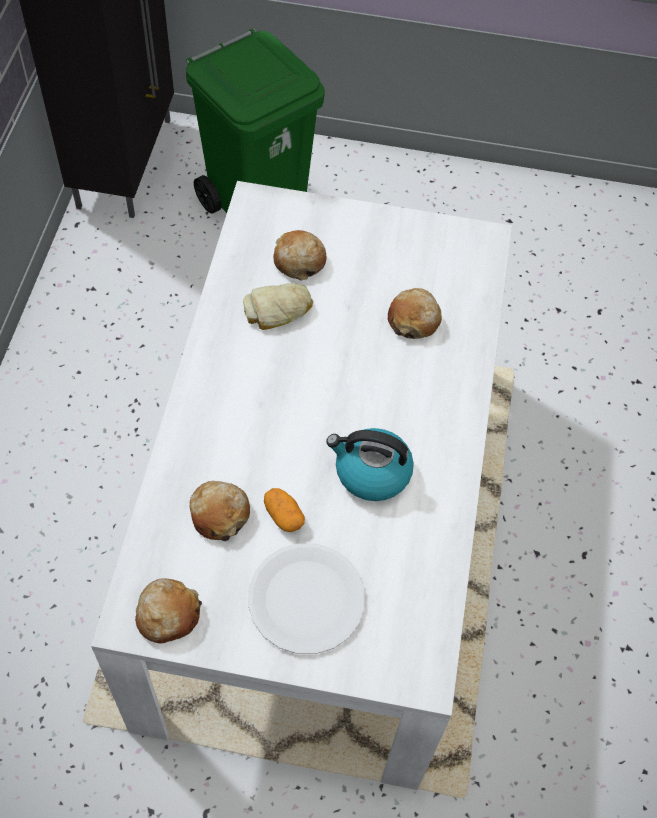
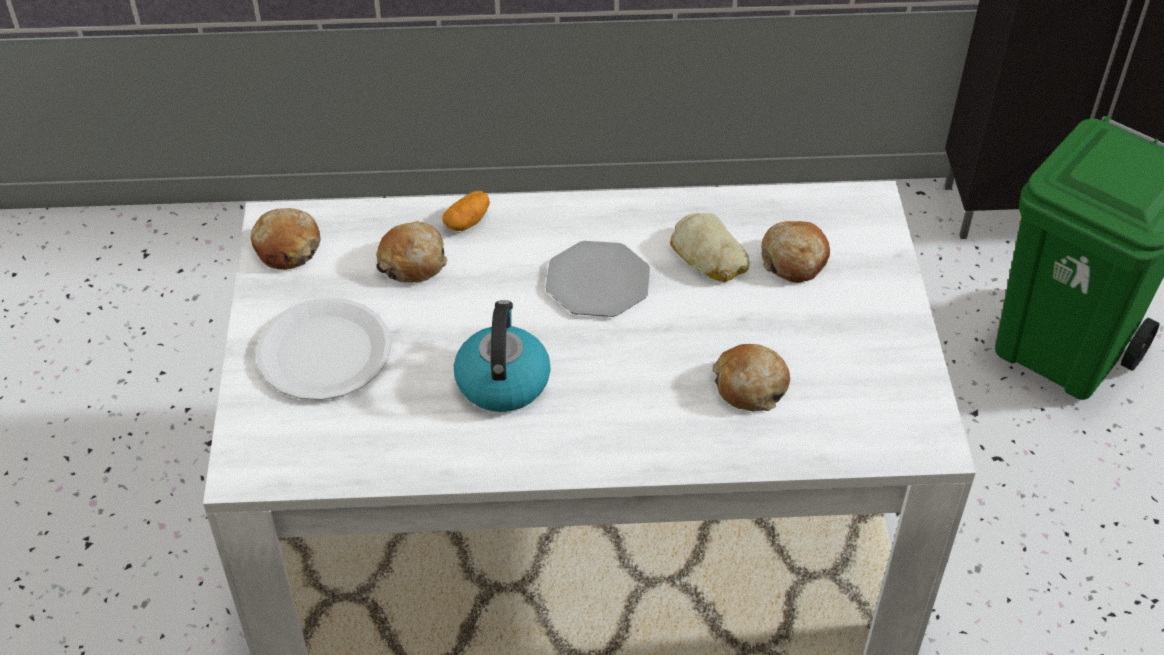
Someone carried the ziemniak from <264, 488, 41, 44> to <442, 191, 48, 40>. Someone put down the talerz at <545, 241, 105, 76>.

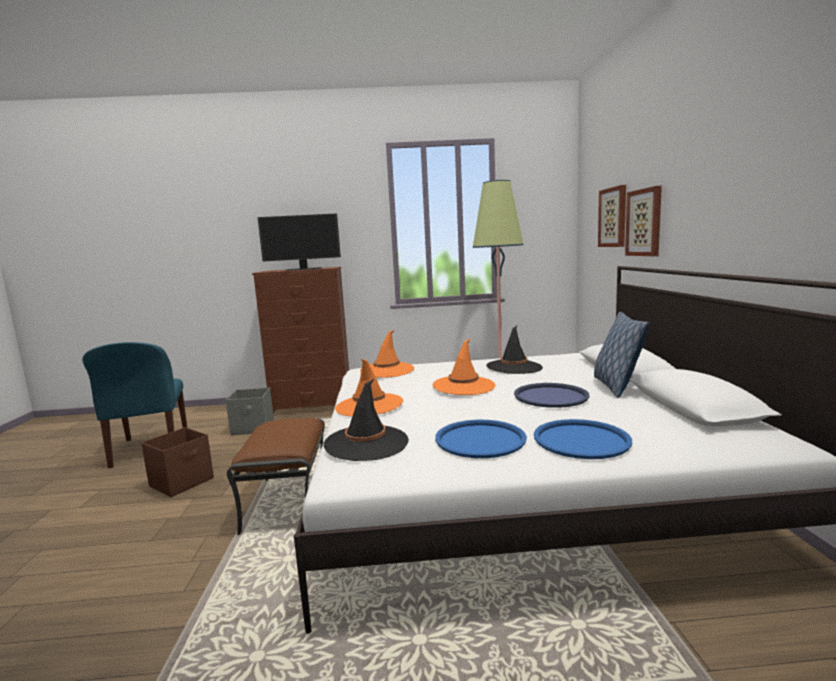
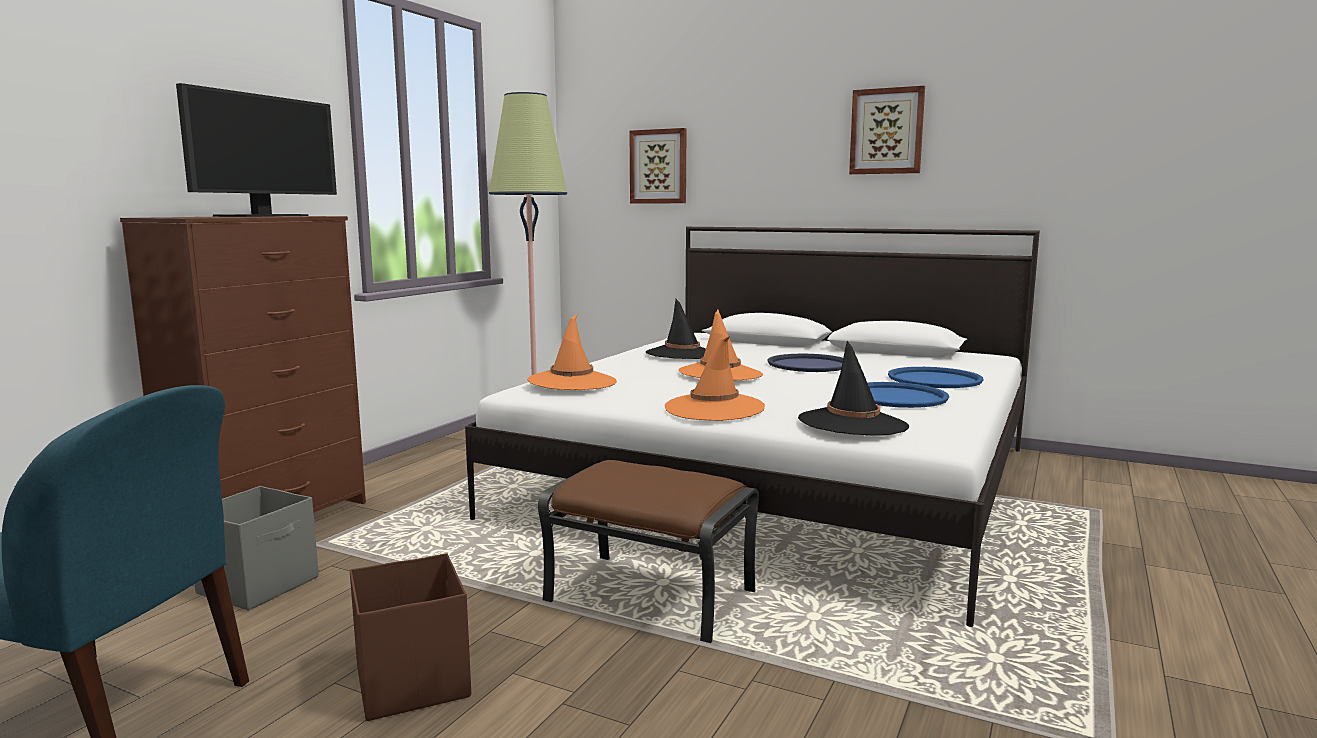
Someone carried the obraz from <625, 186, 37, 70> to <849, 86, 76, 88>. Someone took away the poduszka at <594, 312, 56, 86>.

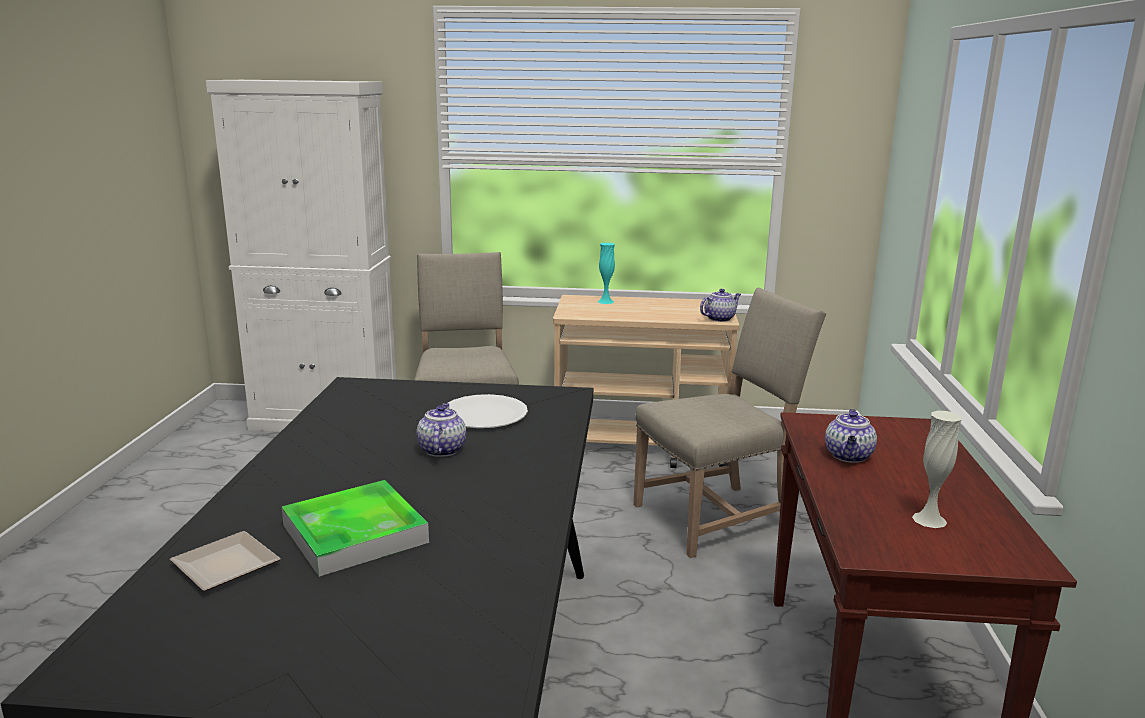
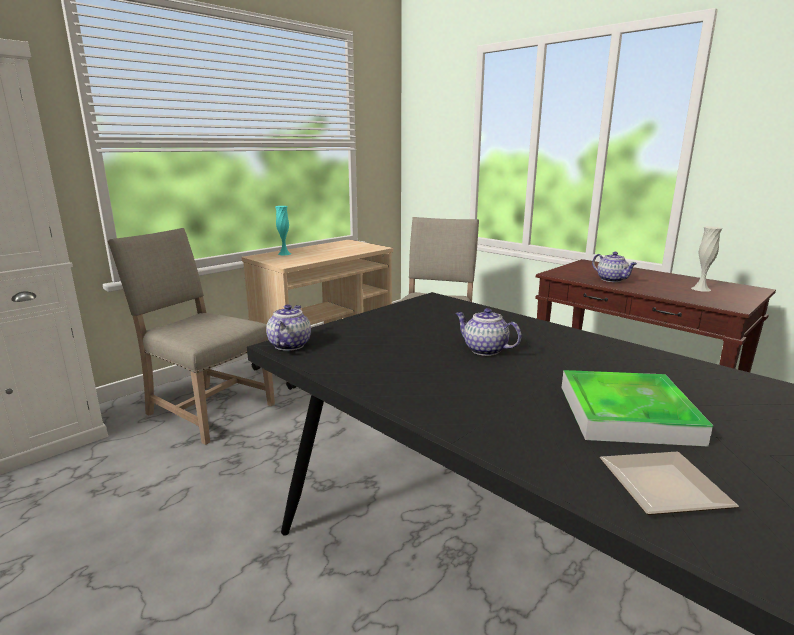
Someone carried the imbryk from <700, 289, 41, 33> to <266, 305, 45, 46>. Someone took away the talerz [biały] at <448, 394, 80, 34>.

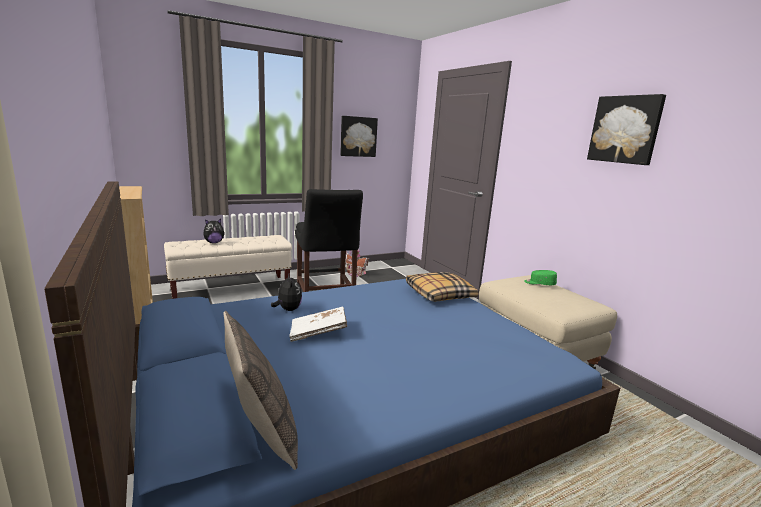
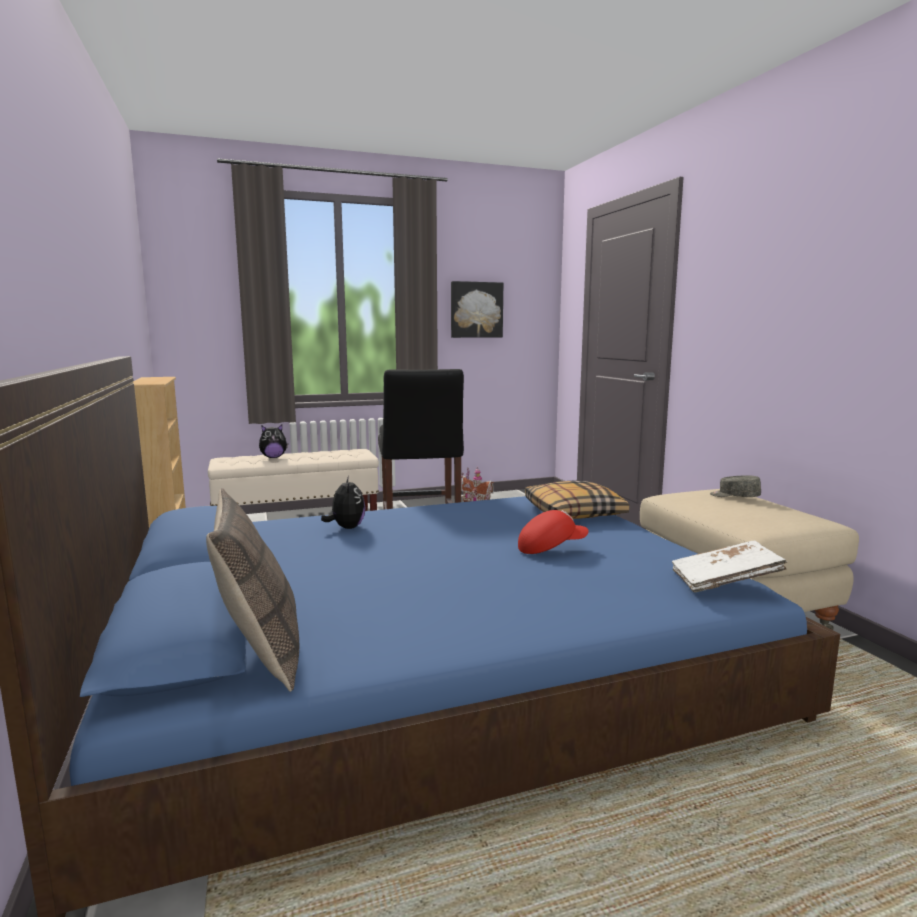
Someone took away the obraz at <587, 94, 79, 71>. Someone repainted the czapka z daszkiem [zielony] at <524, 270, 33, 15>, which became the czapka z daszkiem [szary] at <710, 475, 51, 22>. Someone carried the książka [biały] from <289, 307, 58, 35> to <672, 541, 115, 52>. Someone put down the czapka z daszkiem [czerwony] at <518, 510, 71, 44>.

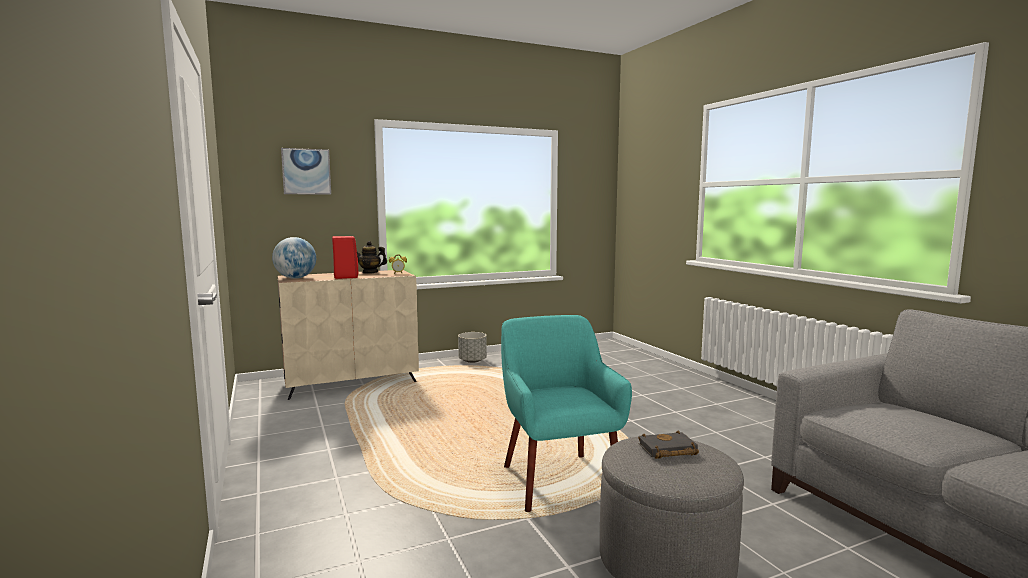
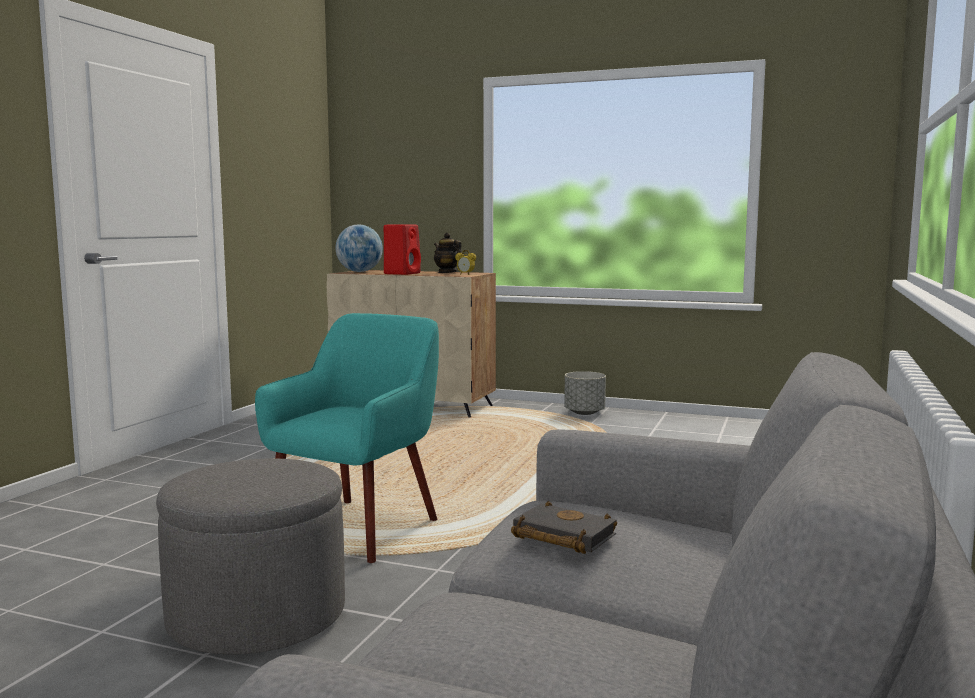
Someone took away the obraz at <281, 148, 50, 47>. Someone carried the książka [czarny] from <638, 430, 61, 29> to <511, 501, 106, 53>.

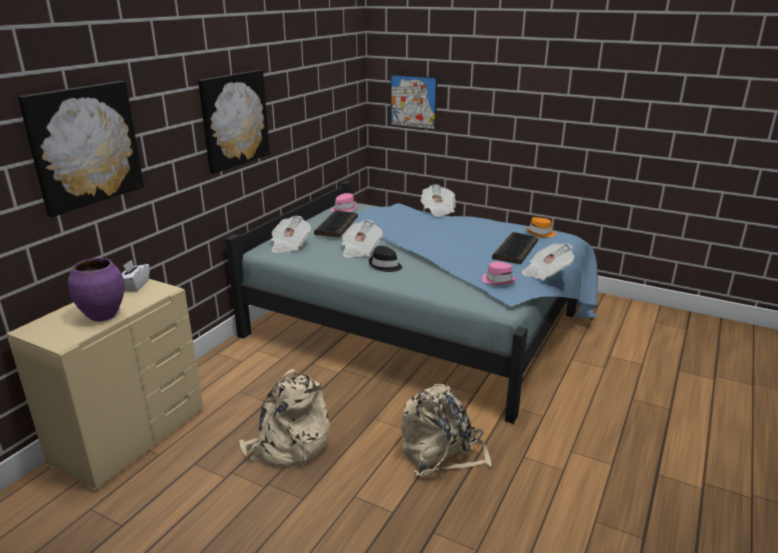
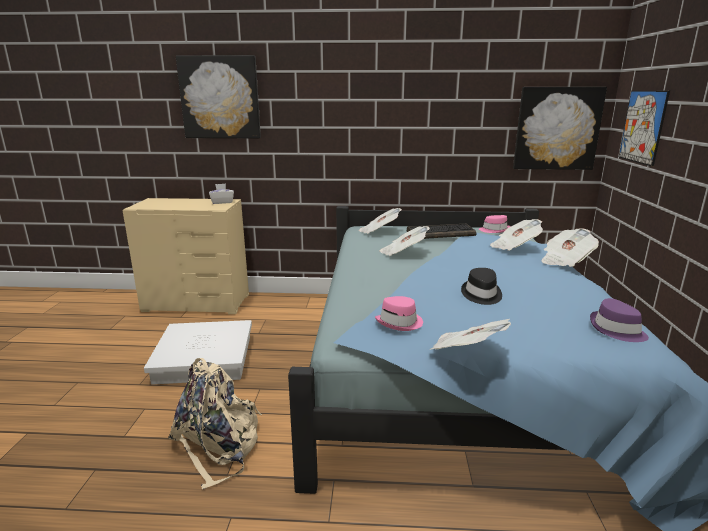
Someone carried the obraz from <198, 70, 72, 104> to <513, 87, 94, 83>. Someone repainted the kapelusz [pomarańczowy] at <526, 217, 30, 20>, which became the kapelusz [fioletowy] at <590, 298, 59, 44>. Someone took away the klawiatura at <492, 232, 46, 32>. Someone carried the kapelusz [czarny] from <369, 246, 33, 26> to <461, 268, 41, 37>. Someone took away the wazon [fioletowy] at <68, 258, 56, 64>. Someone swapped the plecak [beżowy] at <239, 369, 91, 99> for the pojemnik do przechowywania [biały] at <144, 320, 108, 65>. Someone put down the gazeta at <490, 219, 53, 31>.

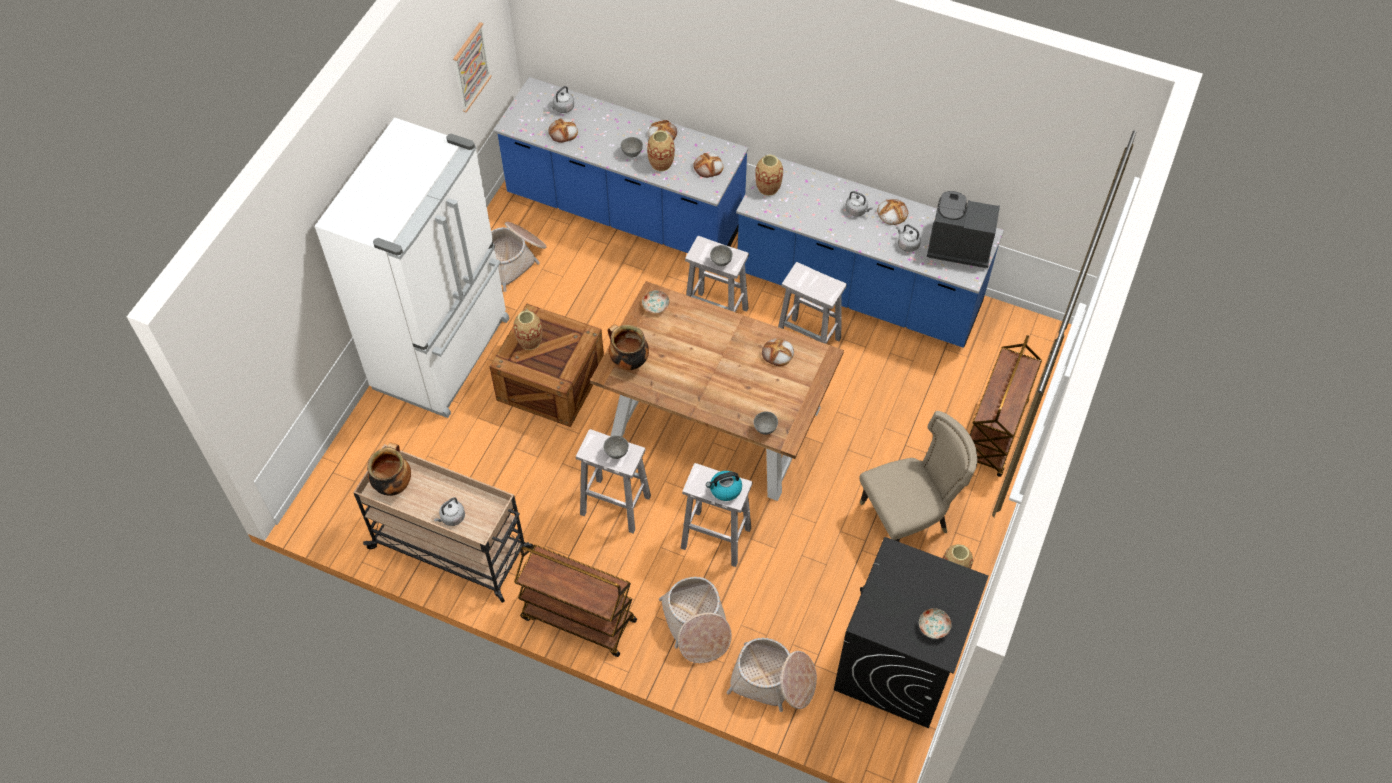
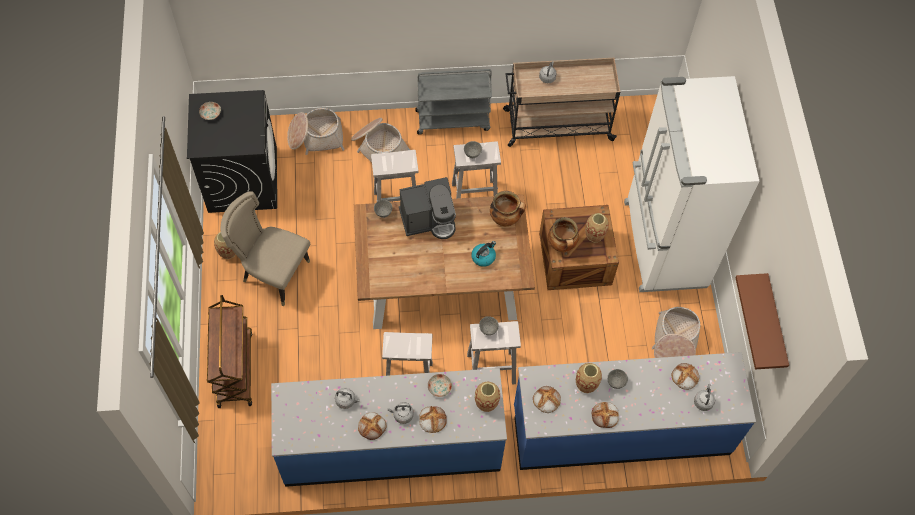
Someone swapped the obraz at <453, 22, 39, 91> for the półka [brązowy] at <735, 273, 54, 97>. Someone carried the ekspres do kawy from <927, 191, 73, 77> to <399, 177, 57, 62>. Someone carried the talerz from <642, 290, 27, 23> to <428, 374, 24, 23>. Someone carried the chleb from <762, 338, 32, 28> to <419, 406, 28, 27>. Someone rotated the krzesło [beżowy] at <859, 411, 118, 131> by 75 degrees clockwise. Someone carried the garnek from <367, 442, 44, 54> to <548, 217, 31, 35>. Someone carried the czajnik from <706, 471, 36, 30> to <471, 241, 25, 26>. Someone repainted the wózek [brązowy] at <514, 545, 123, 112>, which became the wózek [szary] at <415, 69, 77, 66>.

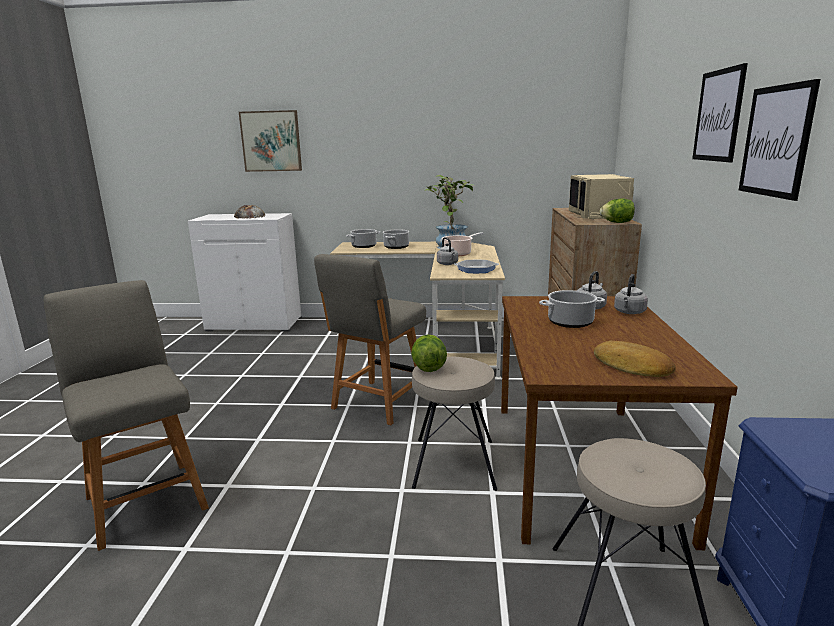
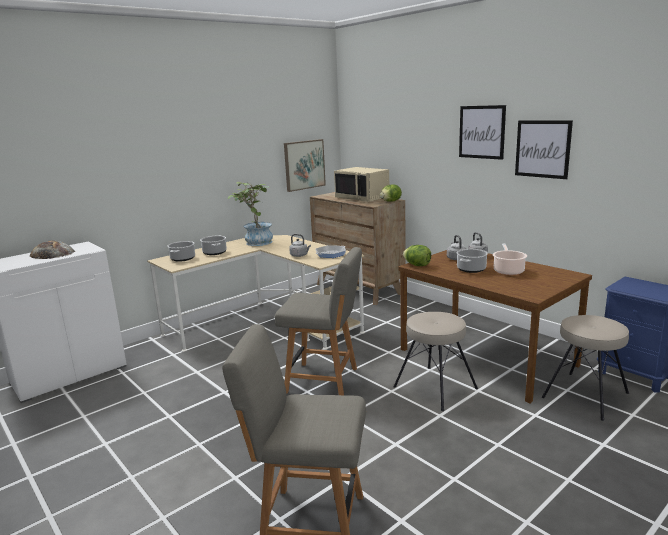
Someone carried the obraz from <239, 110, 63, 62> to <284, 139, 42, 53>. Someone carried the garnek from <442, 232, 41, 24> to <493, 244, 34, 31>. Someone rotated the krzesło [szary] at <314, 254, 112, 171> by 60 degrees counterclockwise. Someone carried the sałata from <411, 334, 36, 38> to <403, 245, 28, 21>. Someone took away the chleb at <594, 341, 82, 36>.

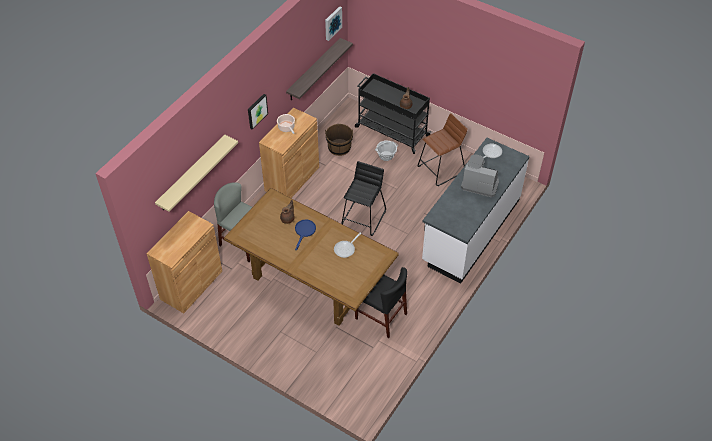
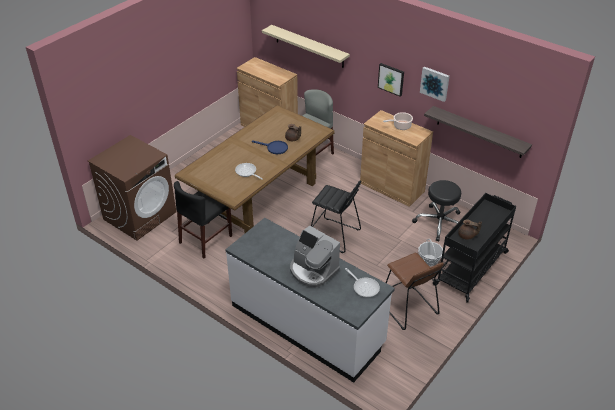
Someone carried the obraz from <325, 6, 17, 35> to <420, 67, 30, 35>. Someone swapped the wiadro [brązowy] at <325, 124, 28, 32> for the stołek [czarny] at <412, 180, 49, 61>. Someone rotated the ekspres do kawy at <461, 155, 38, 42> by 105 degrees clockwise. Someone put down the pralka [brązowy] at <88, 135, 88, 105>.

